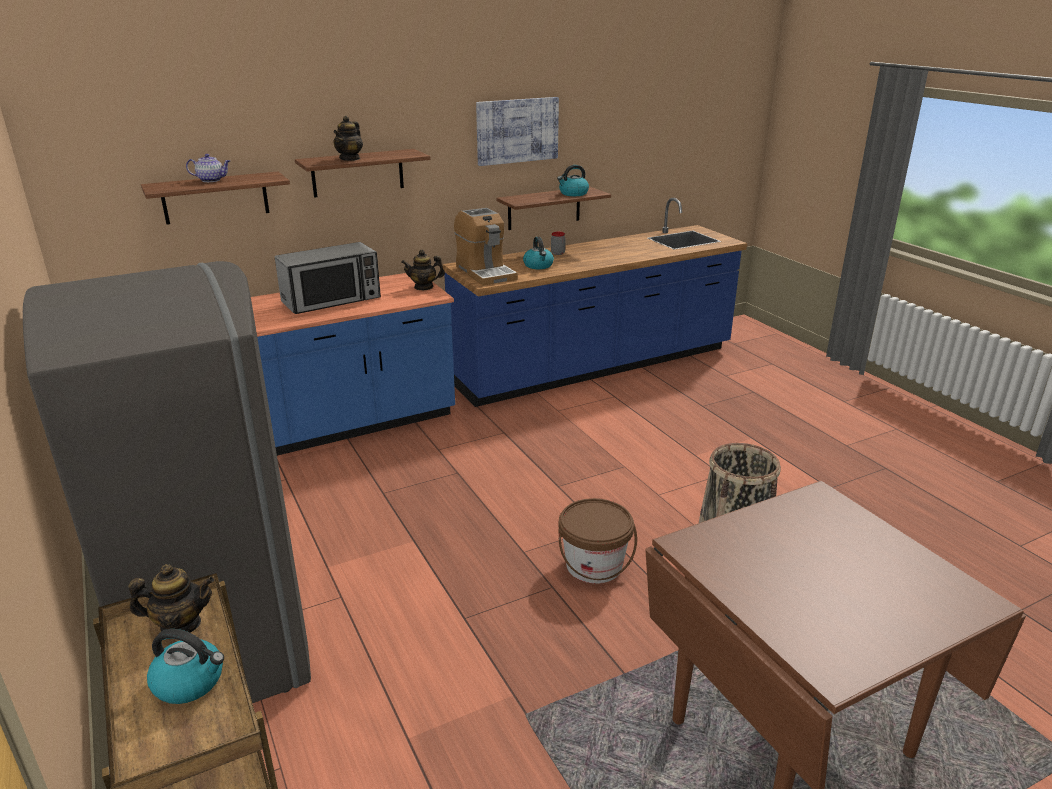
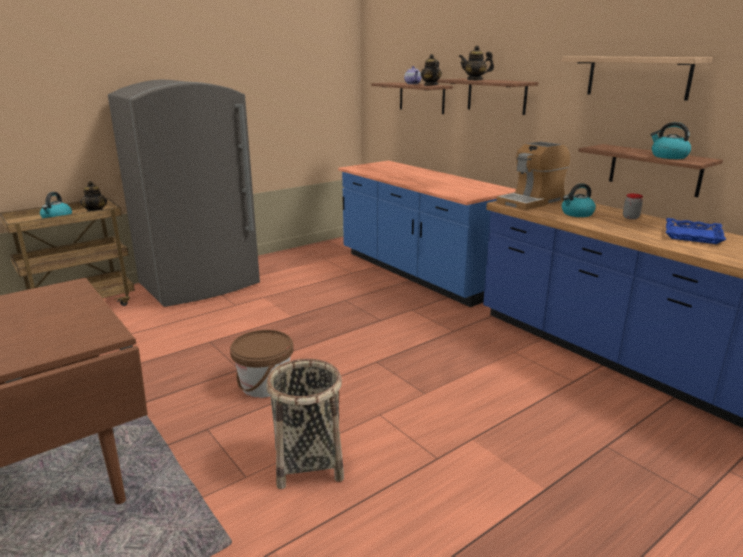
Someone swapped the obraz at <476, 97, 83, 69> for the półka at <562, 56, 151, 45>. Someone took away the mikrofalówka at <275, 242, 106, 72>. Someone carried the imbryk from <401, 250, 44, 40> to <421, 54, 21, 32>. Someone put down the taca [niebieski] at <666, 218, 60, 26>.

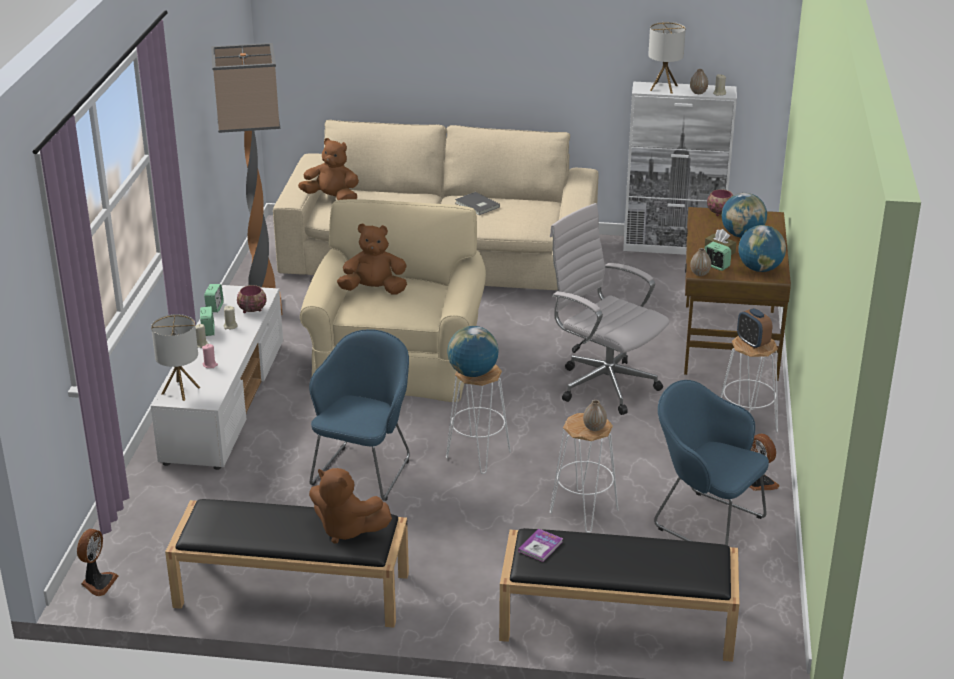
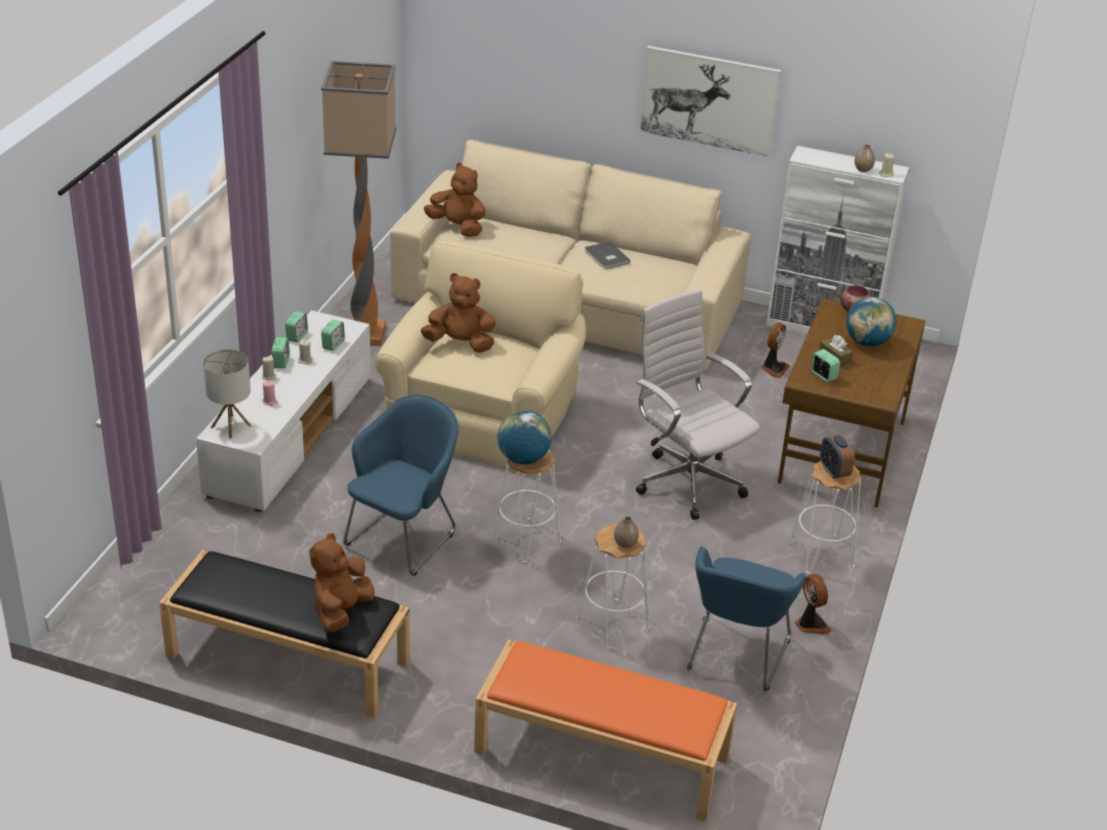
Someone took away the lampa stołowa at <648, 22, 38, 72>. Someone took away the globus at <738, 225, 48, 47>. Someone took away the wazon at <690, 248, 21, 28>. Someone swapped the miska at <237, 285, 29, 28> for the budzik at <321, 320, 24, 31>. Someone rotated the fotel [niebieski] at <654, 380, 115, 166> by 120 degrees counterclockwise. Someone rotated the pluszak [brązowy] at <309, 468, 83, 76> by 75 degrees clockwise. Someone repainted the ławka [czarny] at <499, 528, 241, 134>, which became the ławka [pomarańczowy] at <474, 639, 263, 183>. Someone carried the wentylator from <77, 529, 41, 67> to <761, 323, 28, 55>. Someone took away the książka at <518, 529, 45, 33>. Someone put up the obraz at <640, 46, 141, 111>.

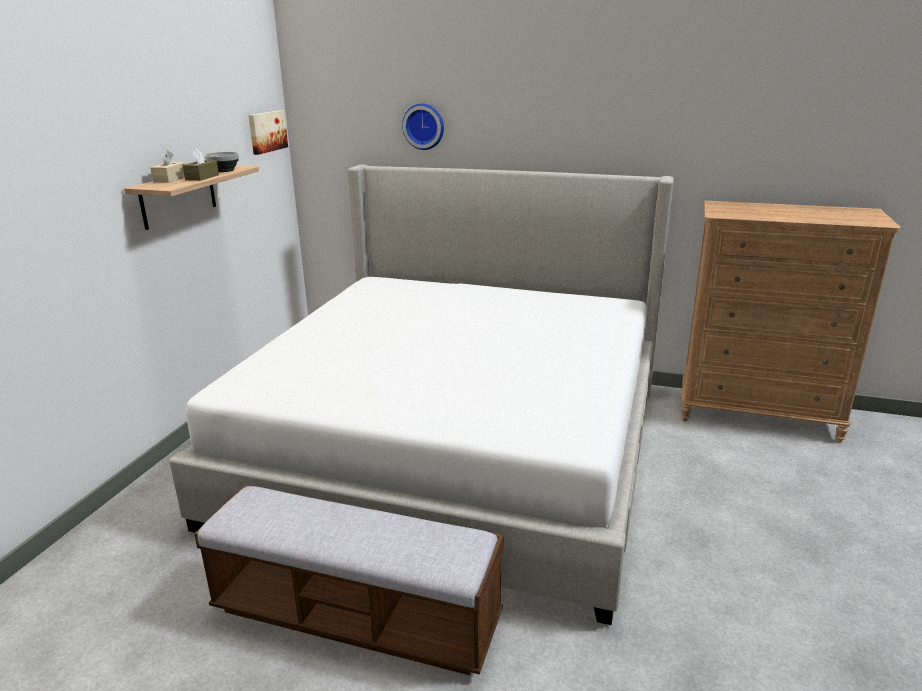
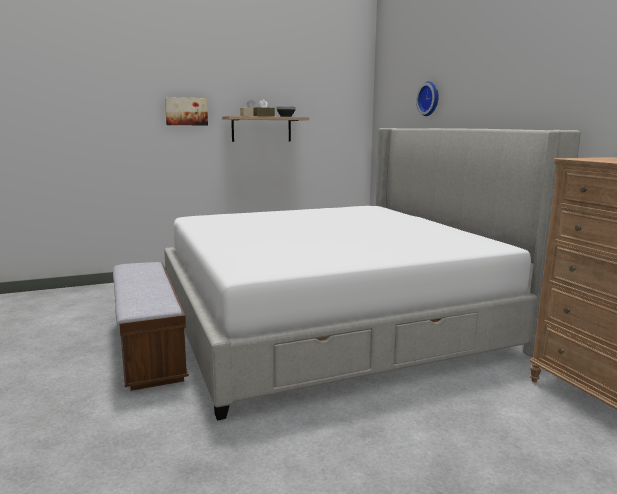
Someone carried the obraz from <248, 110, 40, 45> to <165, 97, 43, 28>.

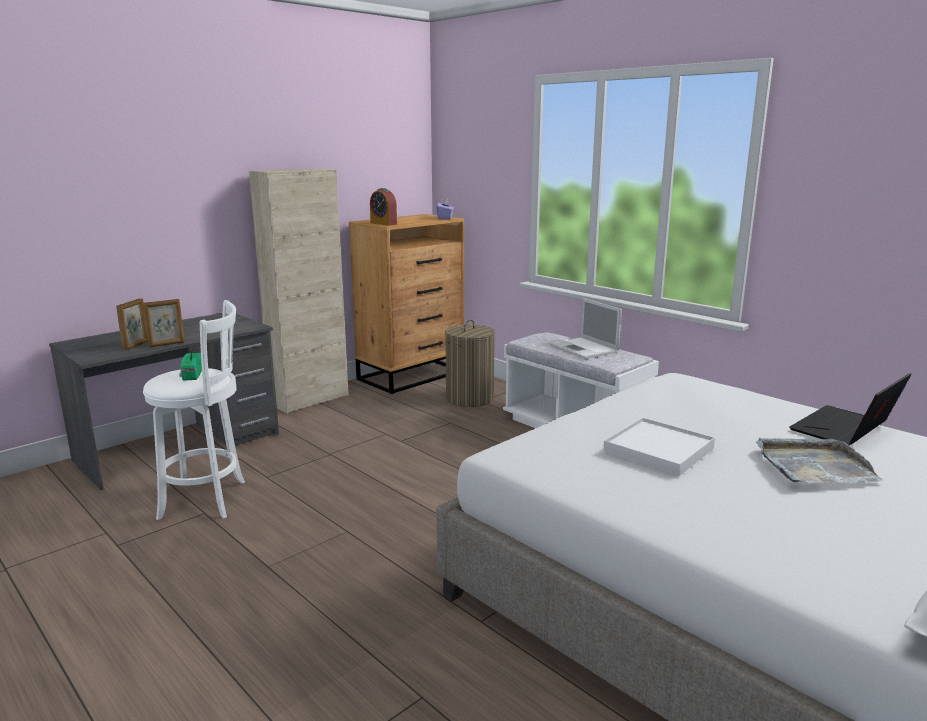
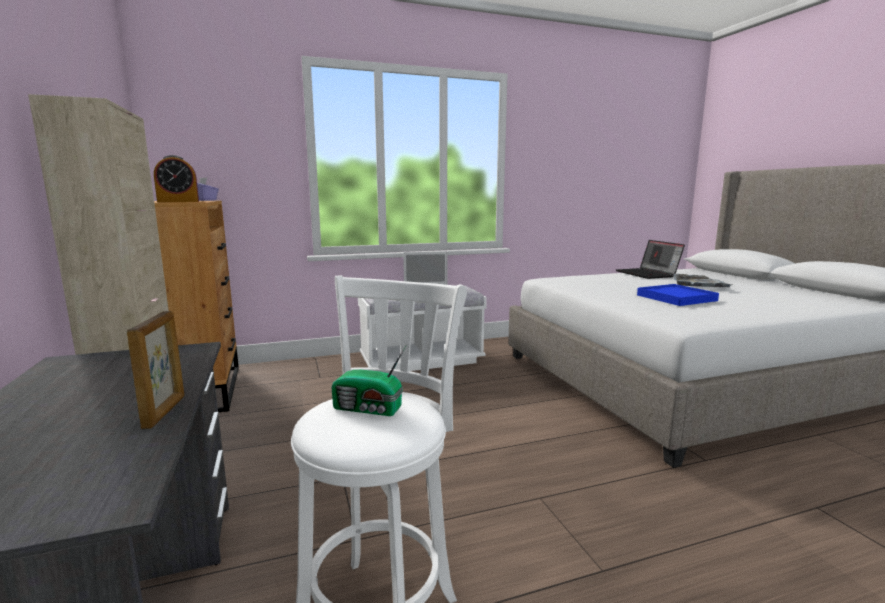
Someone took away the ramka na zdjęcie at <116, 298, 32, 52>. Someone took away the kosz na pranie at <445, 320, 50, 87>. Someone repainted the taca [biały] at <603, 417, 112, 59>, which became the taca [niebieski] at <637, 284, 82, 22>.

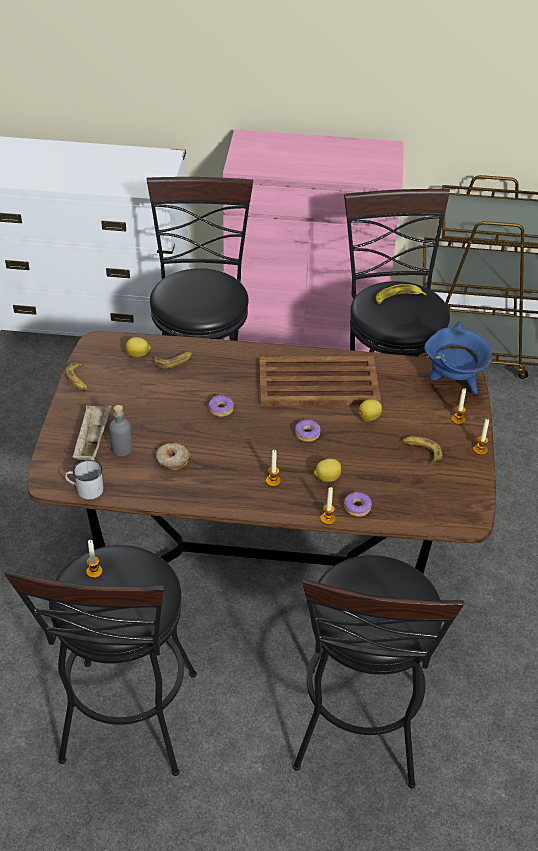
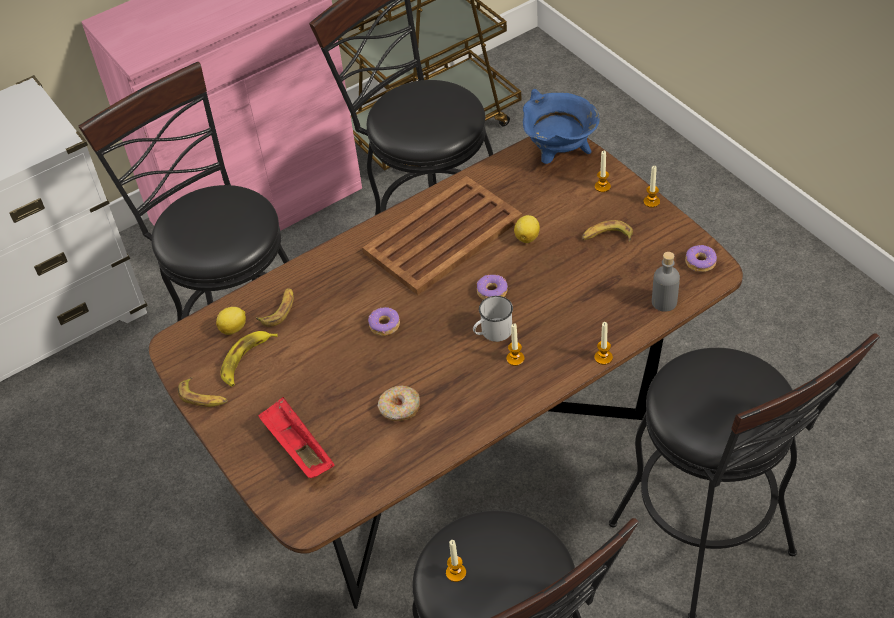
Someone carried the banan from <376, 284, 50, 20> to <221, 331, 57, 56>. Someone repainted the taca [beżowy] at <72, 405, 40, 56>, which became the taca [czerwony] at <258, 397, 76, 81>. Someone carried the butelka [szary] from <109, 405, 23, 51> to <652, 252, 28, 60>. Someone took away the cytryna at <314, 459, 27, 23>. Someone carried the kubek [biały] from <65, 460, 39, 39> to <473, 296, 40, 46>. Someone carried the donut from <344, 492, 28, 25> to <685, 245, 32, 27>.

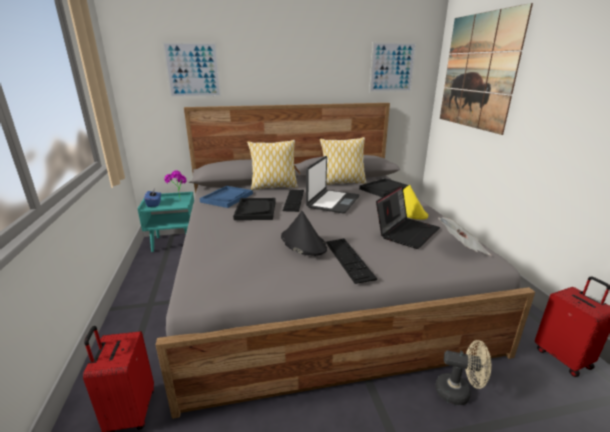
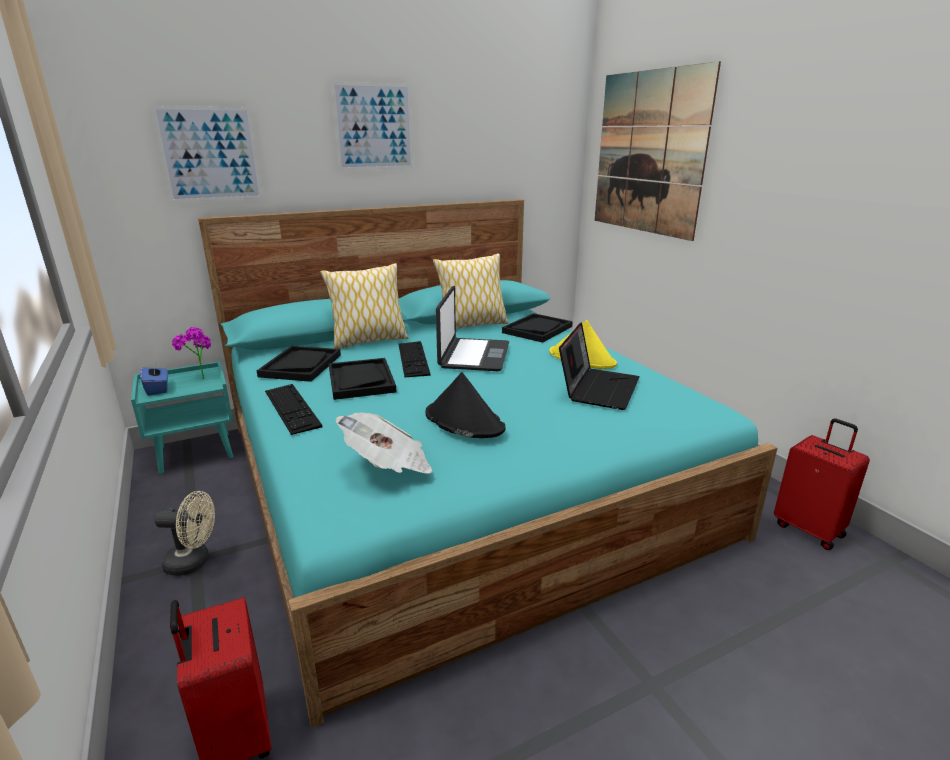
Someone carried the obraz from <369, 42, 48, 50> to <331, 82, 82, 88>. Someone repainted the łóżko [szary] at <156, 103, 379, 316>, which became the łóżko [turkusowy] at <198, 199, 579, 529>. Someone repainted the taca [niebieski] at <199, 186, 54, 22>, which became the taca [czarny] at <257, 346, 84, 36>. Someone carried the gazeta from <438, 217, 53, 38> to <336, 413, 97, 60>. Someone carried the klawiatura from <326, 239, 51, 45> to <265, 384, 58, 51>. Someone carried the wentylator [beżowy] from <436, 340, 55, 65> to <154, 491, 61, 85>.

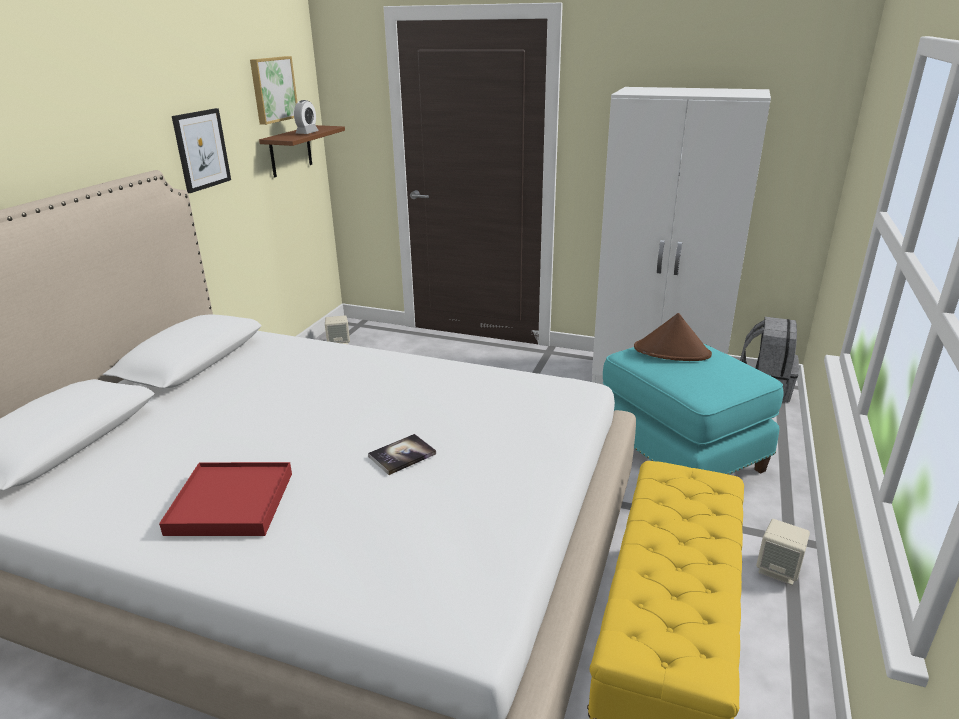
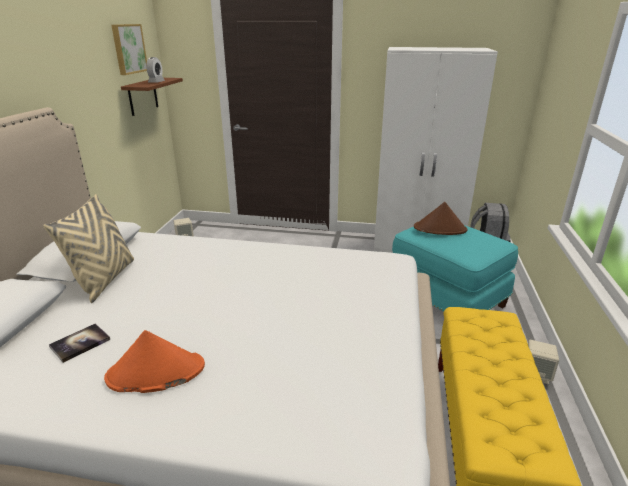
Someone took away the obraz at <172, 108, 59, 85>. Someone carried the książka from <368, 434, 68, 41> to <49, 323, 61, 40>. Someone swapped the taca [czerwony] at <159, 462, 133, 74> for the kapelusz [pomarańczowy] at <104, 330, 101, 63>. Someone put down the poduszka [beżowy] at <43, 194, 91, 109>.

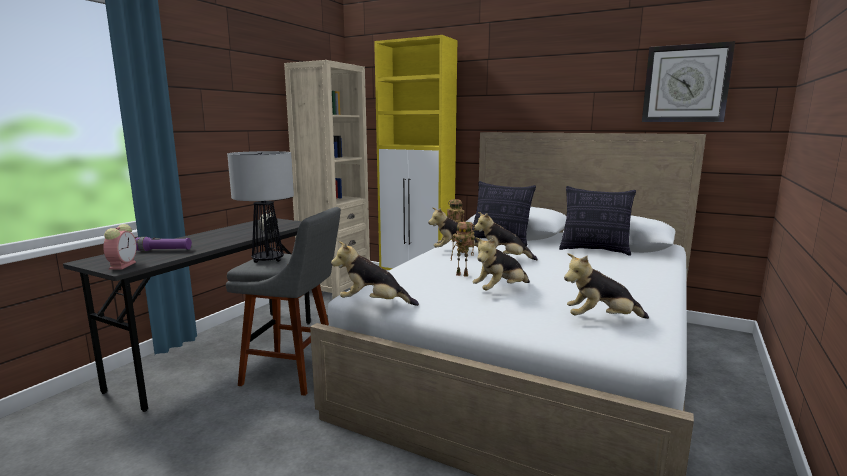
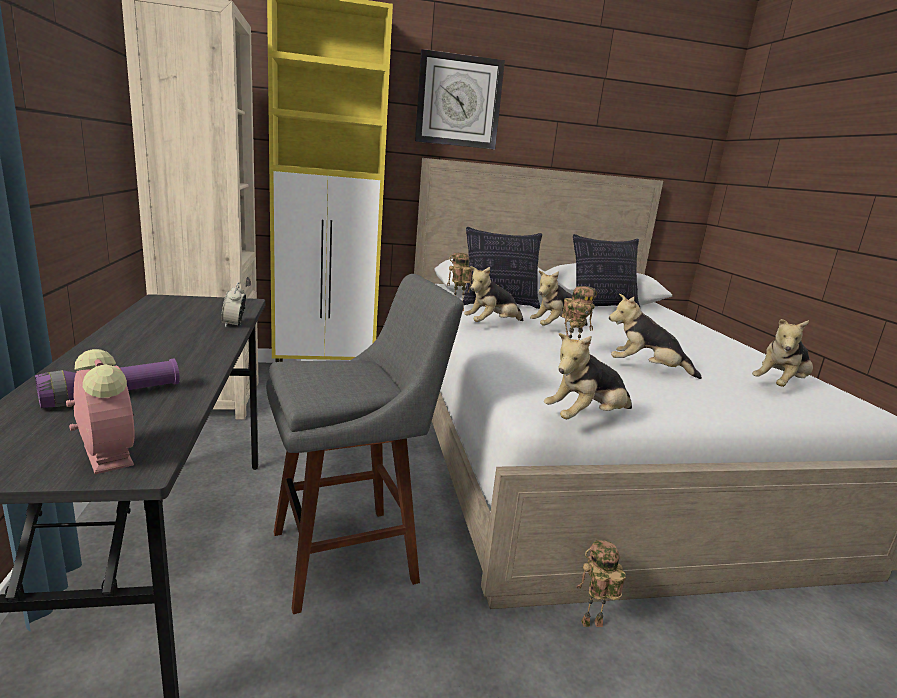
Someone carried the zegar ścienny from <642, 41, 93, 81> to <415, 49, 90, 100>. Someone took away the lampa stołowa at <227, 151, 67, 112>. Someone rotated the pluszak at <473, 237, 57, 53> by 90 degrees clockwise. Someone put down the robot zabawkowy at <577, 540, 49, 87>.

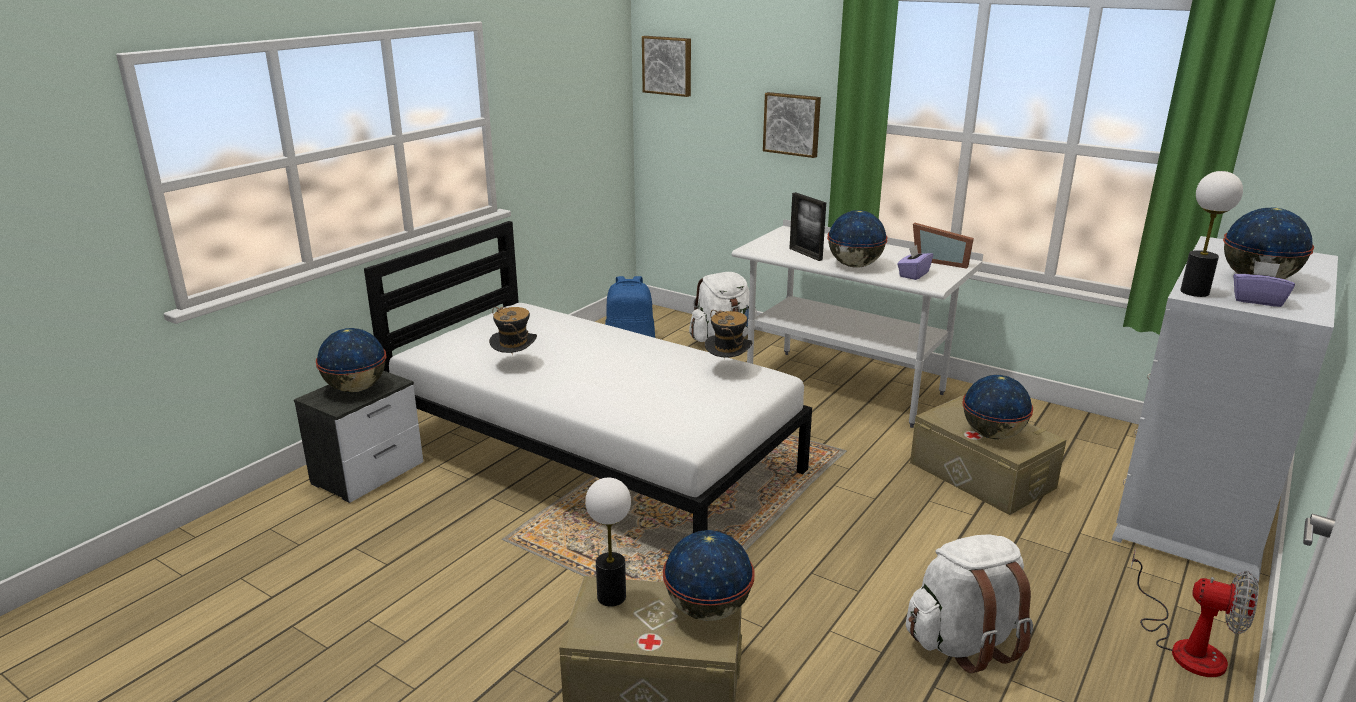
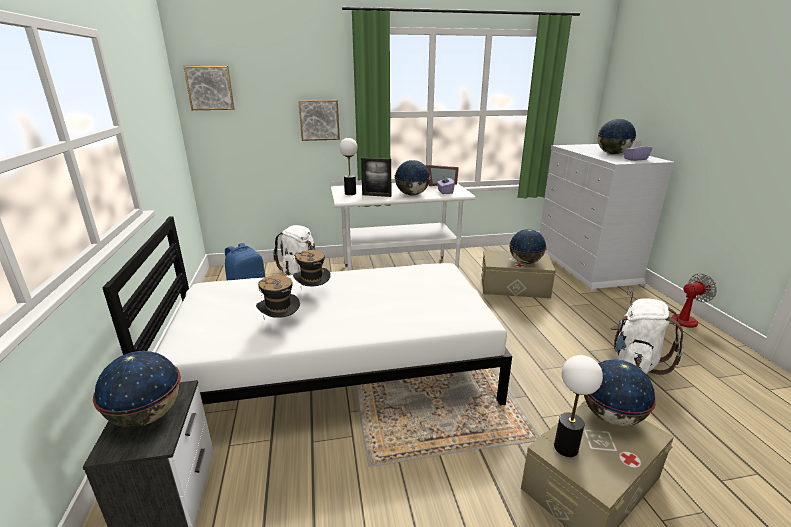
Someone carried the lampa stołowa from <1180, 171, 63, 126> to <339, 138, 19, 57>. Someone carried the kapelusz from <705, 310, 47, 48> to <293, 250, 38, 37>.

